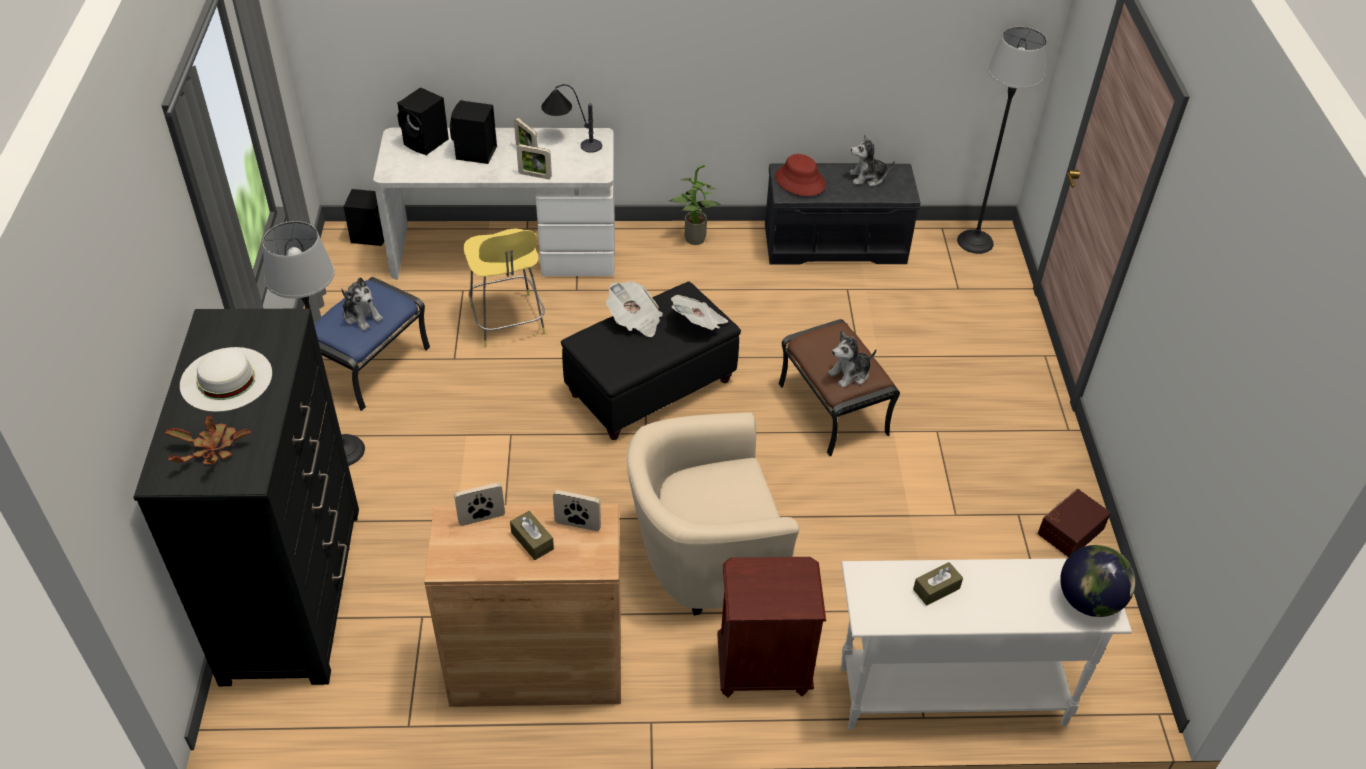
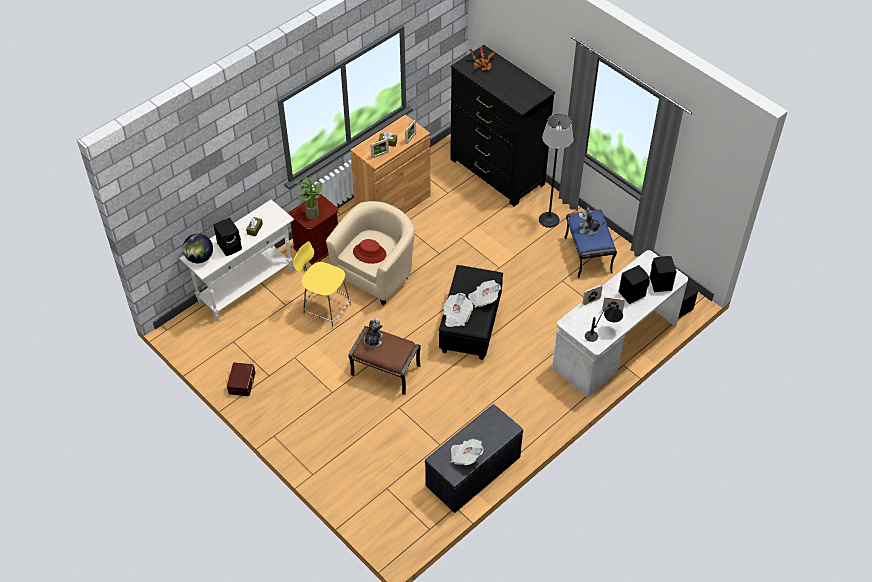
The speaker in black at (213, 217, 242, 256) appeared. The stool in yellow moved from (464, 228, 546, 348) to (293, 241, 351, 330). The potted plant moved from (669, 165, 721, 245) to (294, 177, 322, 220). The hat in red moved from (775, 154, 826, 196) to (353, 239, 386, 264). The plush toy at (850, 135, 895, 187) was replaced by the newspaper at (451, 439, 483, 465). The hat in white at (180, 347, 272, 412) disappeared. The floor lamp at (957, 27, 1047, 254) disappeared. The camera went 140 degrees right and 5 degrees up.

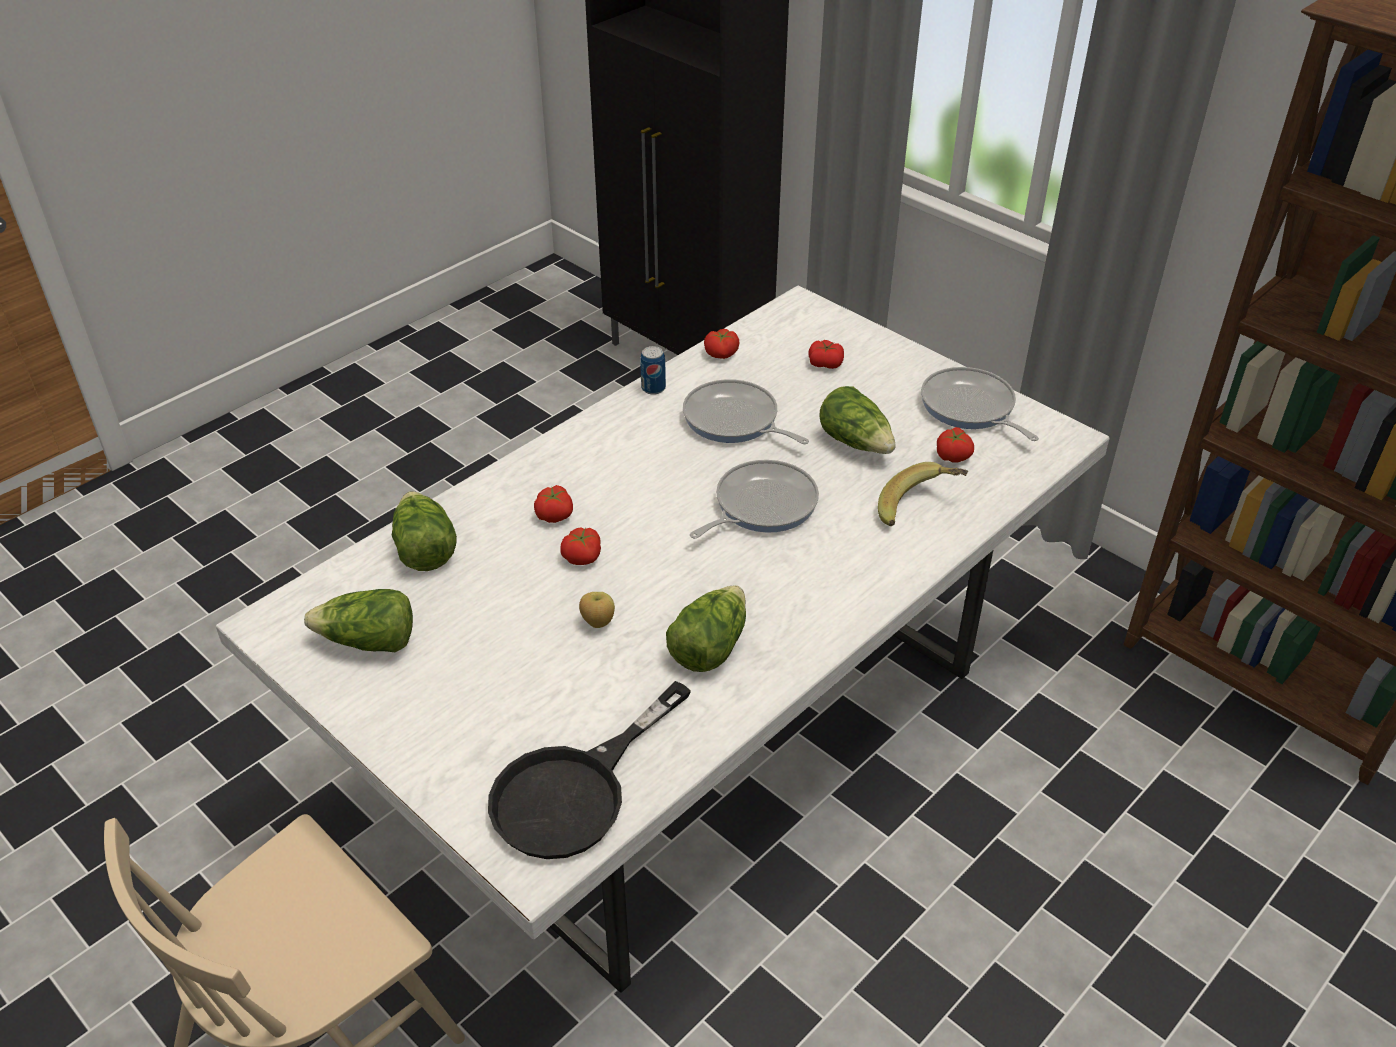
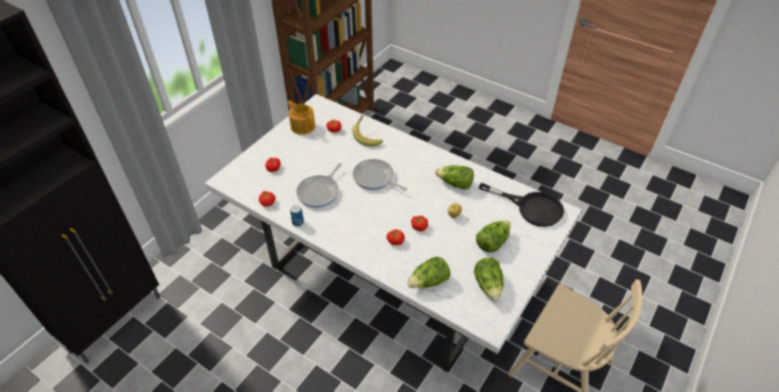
The frying pan at (921, 367, 1039, 441) was replaced by the teapot at (287, 101, 315, 134). The lettuce moved from (819, 386, 896, 454) to (476, 220, 511, 252). The camera went 100 degrees left and 5 degrees up.

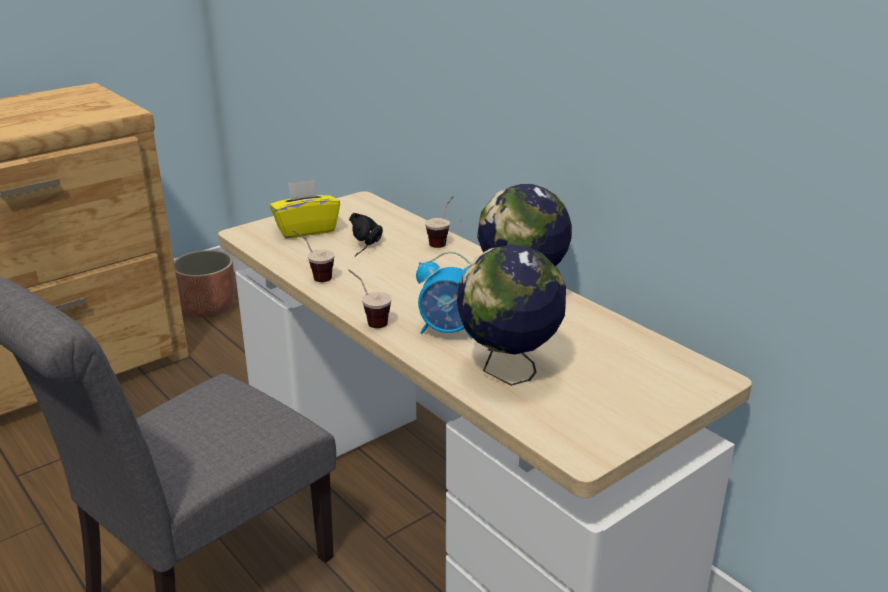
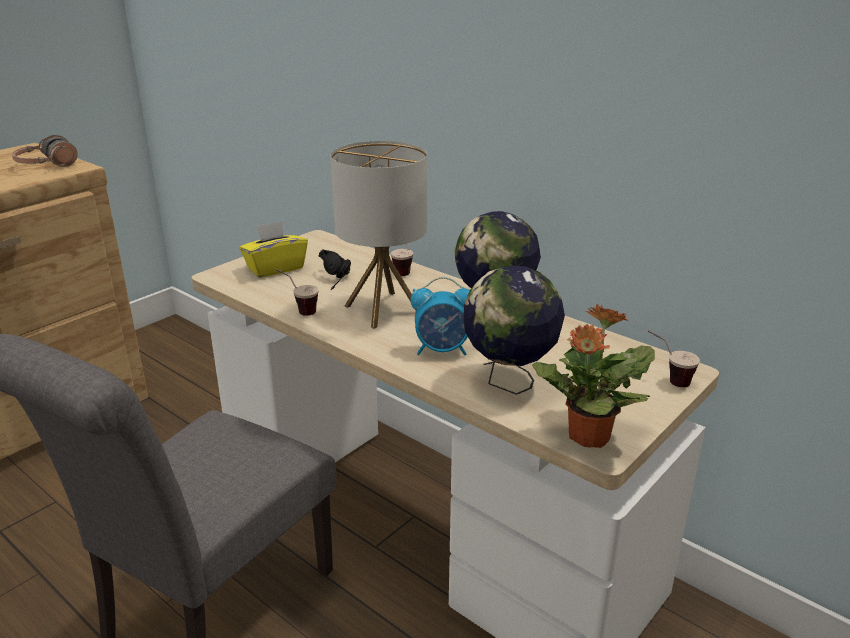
The headphones at (12, 135, 78, 167) appeared. The table lamp at (331, 141, 427, 329) appeared. The potted plant at (532, 304, 655, 448) appeared. The cup moved from (348, 269, 392, 328) to (648, 331, 700, 387). The planter at (174, 250, 235, 318) disappeared. The camera went 10 degrees left and 0 degrees up.

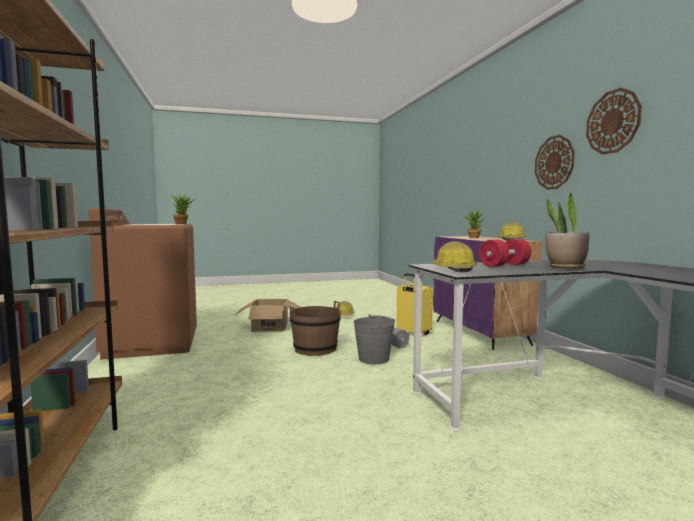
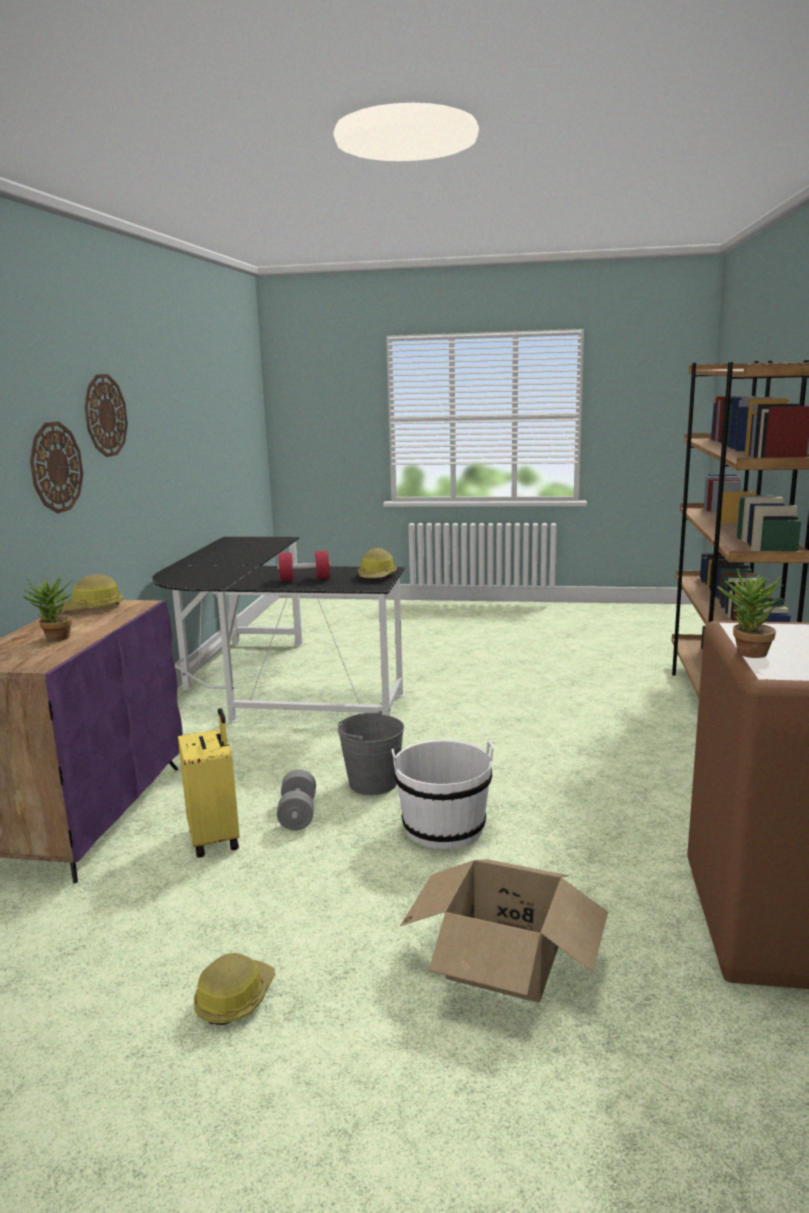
The bucket in brown at (289, 301, 341, 356) became the bucket in white at (392, 740, 494, 849). The potted plant at (545, 193, 590, 269) disappeared. The camera went 155 degrees left and 10 degrees up.

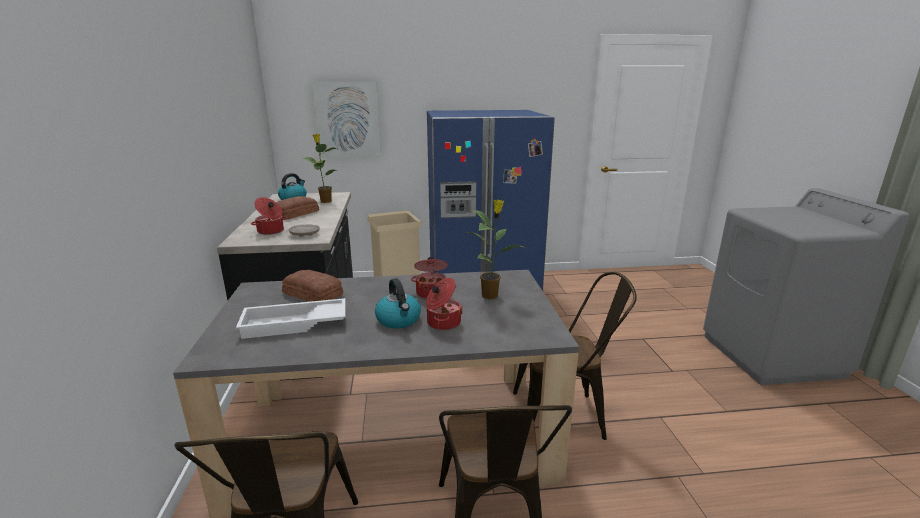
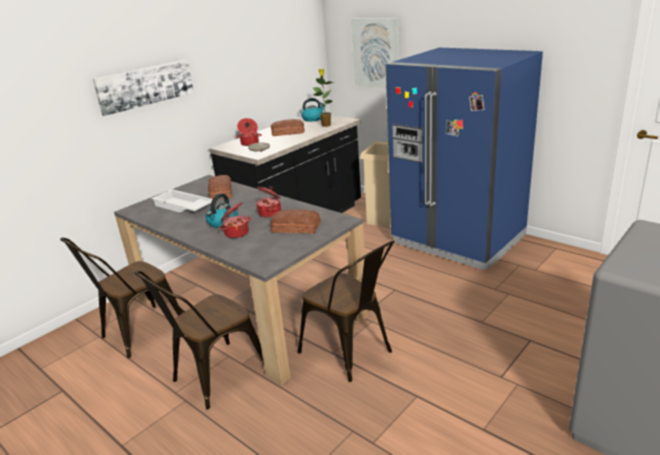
The picture at (93, 60, 194, 116) appeared. The potted plant at (468, 199, 523, 299) was replaced by the bread at (271, 209, 321, 234). The camera went 50 degrees right and 5 degrees up.

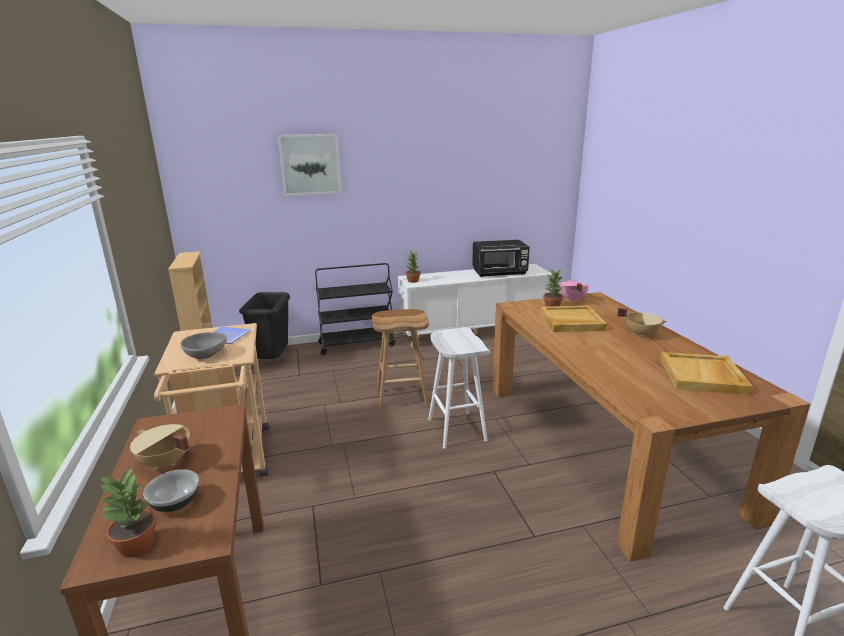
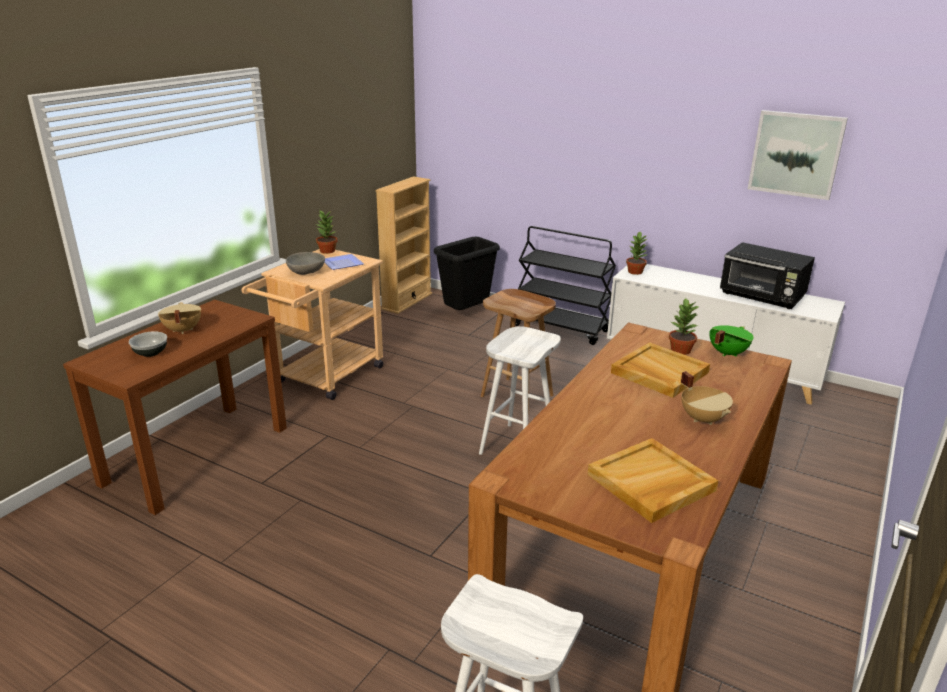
The potted plant moved from (99, 468, 157, 558) to (316, 211, 337, 254). The cooking pot in pink at (559, 280, 589, 302) became the cooking pot in green at (710, 325, 754, 357). The picture moved from (278, 134, 342, 196) to (748, 110, 848, 200). The camera went 45 degrees right and 5 degrees up.

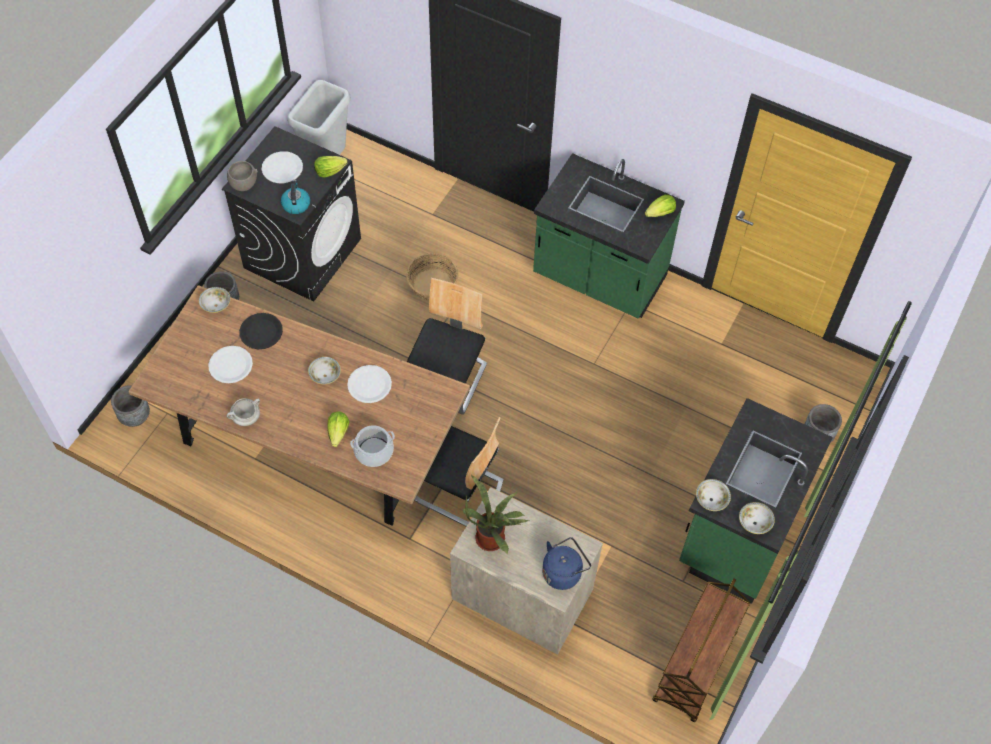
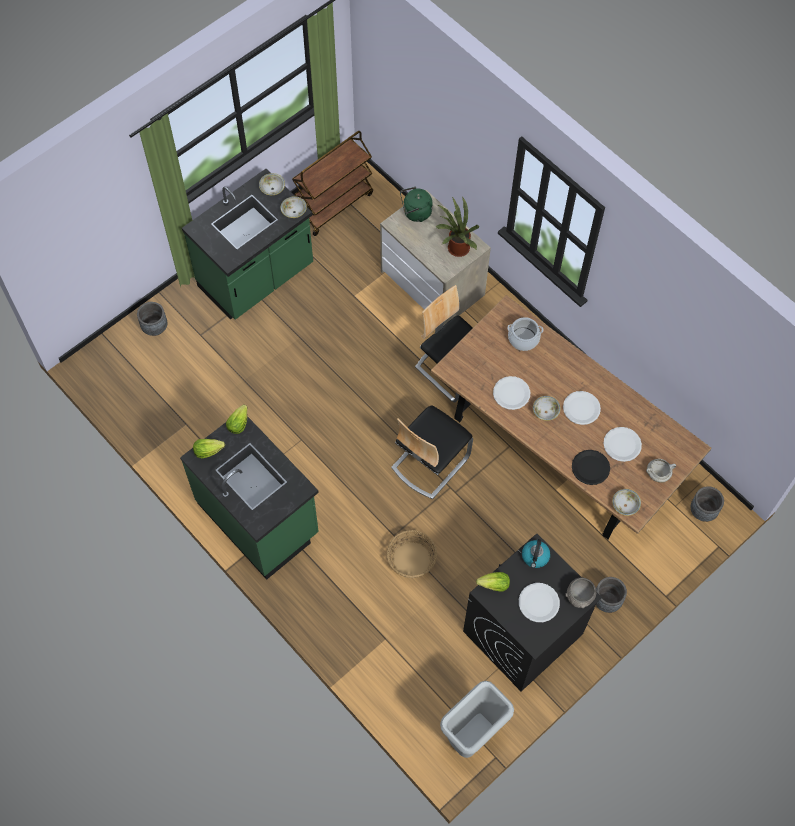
The lettuce moved from (327, 411, 350, 447) to (226, 405, 248, 434). The kettle in blue at (542, 537, 591, 590) became the kettle in green at (400, 187, 433, 222). The plate in white at (563, 391, 601, 425) appeared. The cooking pot in white moved from (227, 398, 260, 426) to (646, 459, 676, 483). The camera went 160 degrees left and 5 degrees up.

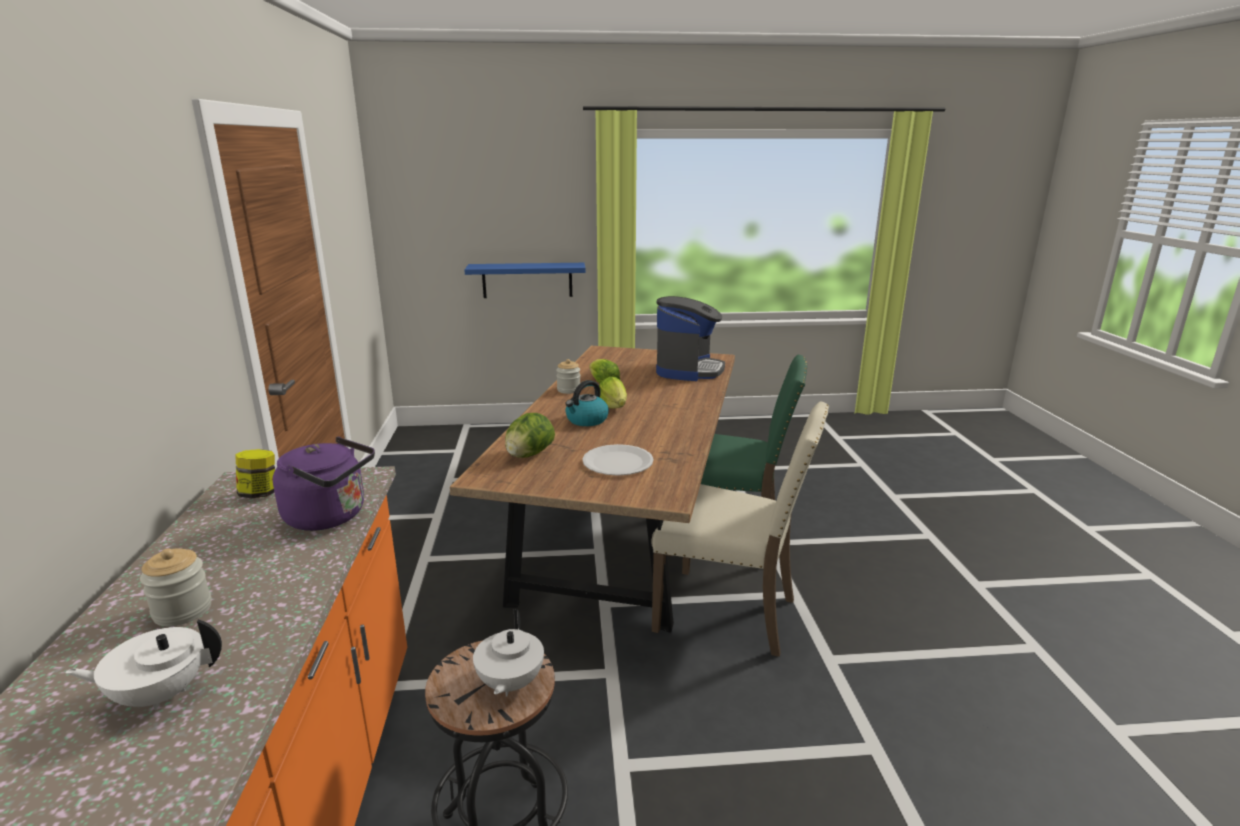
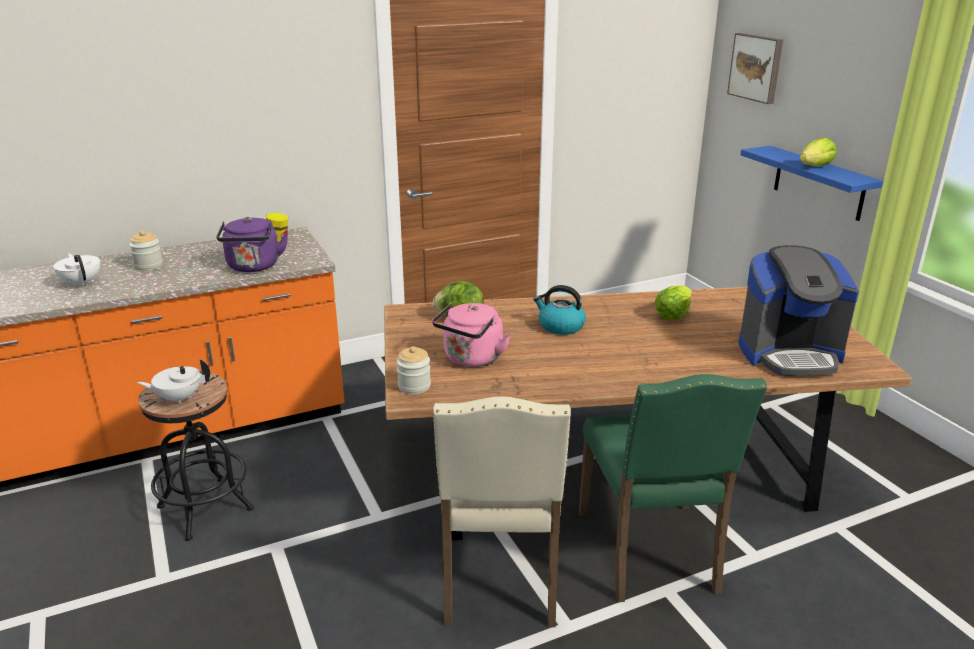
The jar moved from (556, 359, 581, 394) to (396, 346, 431, 394). The plate in white at (582, 444, 654, 476) was replaced by the kettle in pink at (432, 303, 511, 367). The picture at (727, 33, 783, 104) appeared. The lettuce moved from (599, 377, 627, 409) to (800, 137, 837, 166). The camera went 70 degrees right and 5 degrees up.

